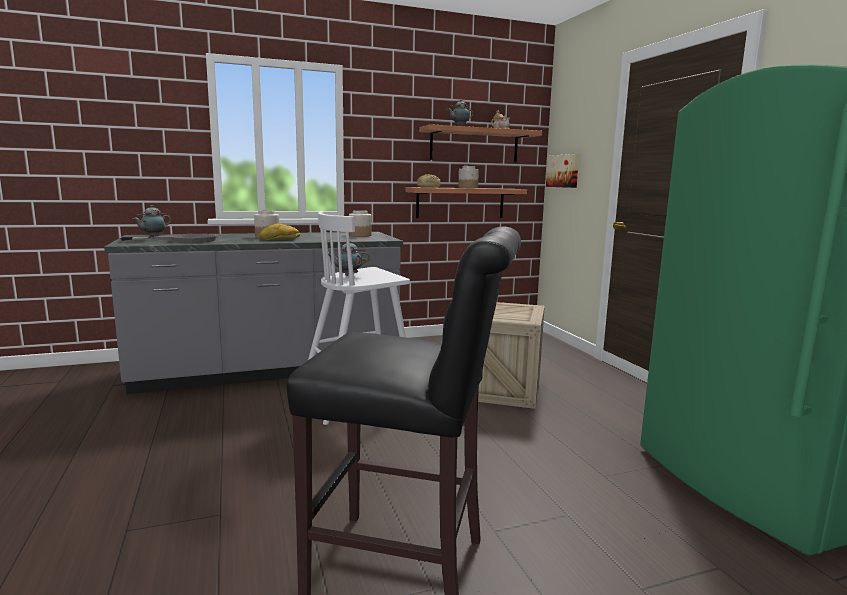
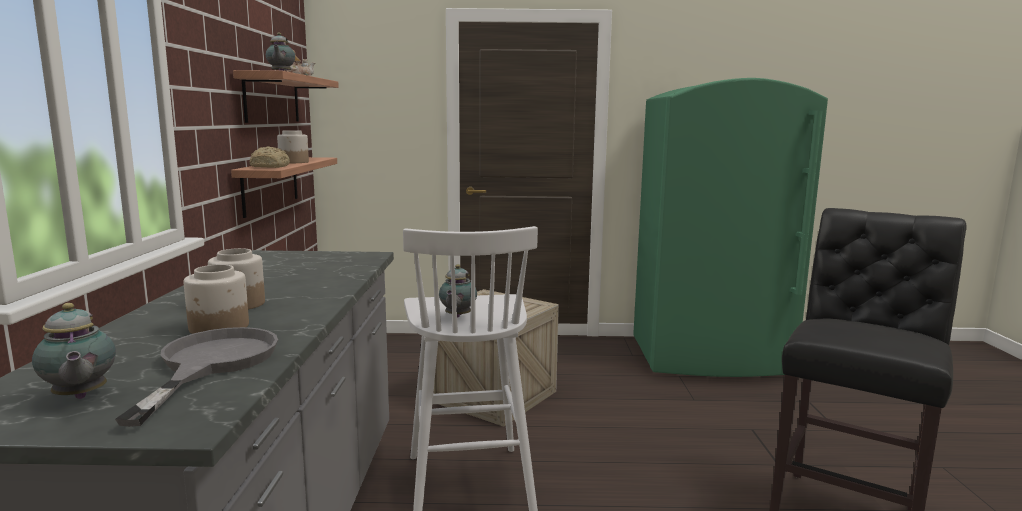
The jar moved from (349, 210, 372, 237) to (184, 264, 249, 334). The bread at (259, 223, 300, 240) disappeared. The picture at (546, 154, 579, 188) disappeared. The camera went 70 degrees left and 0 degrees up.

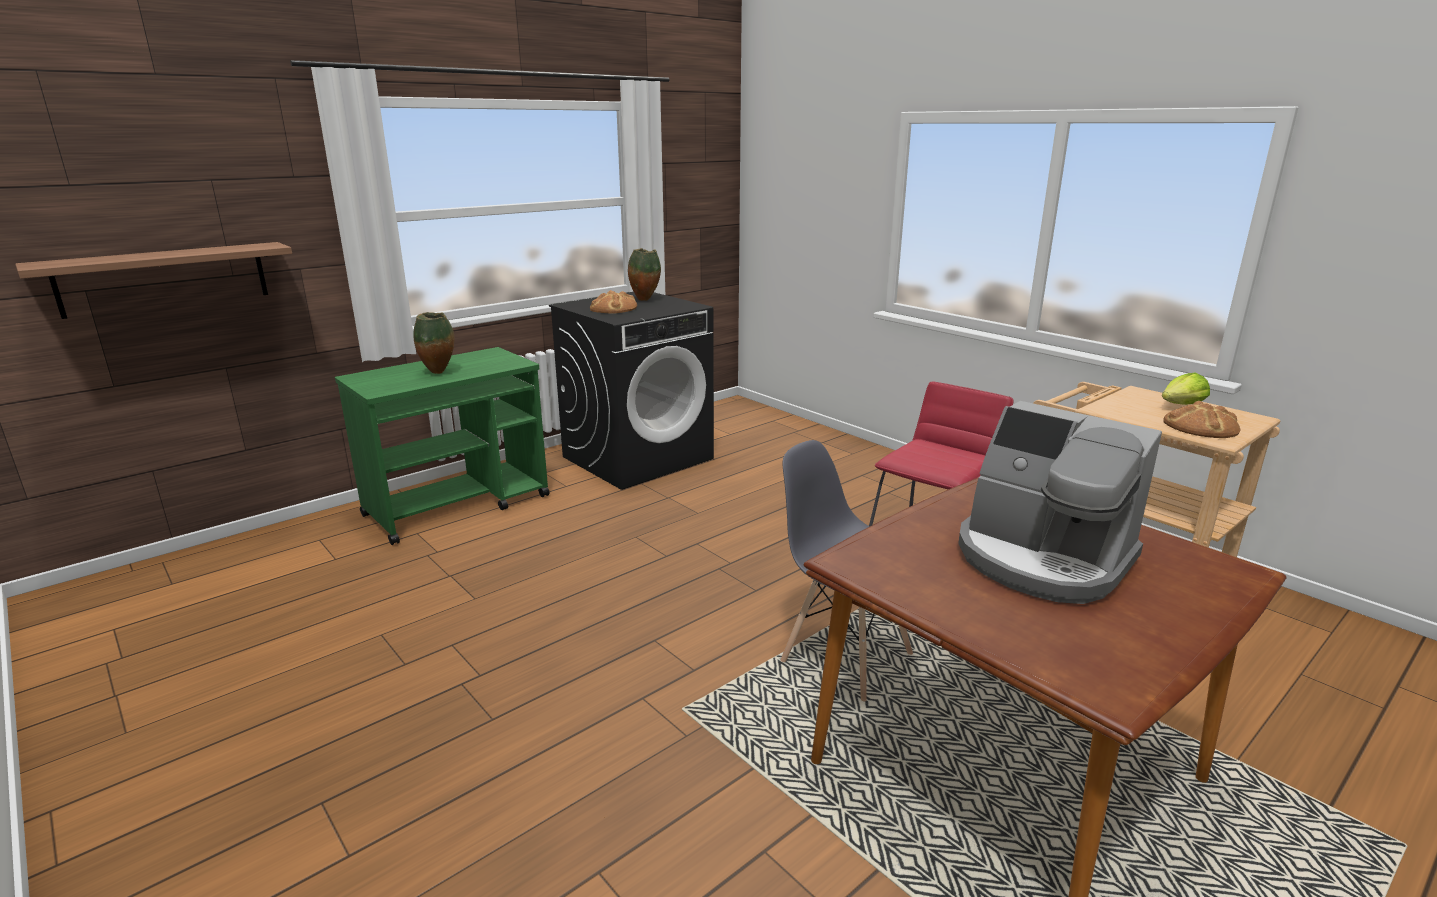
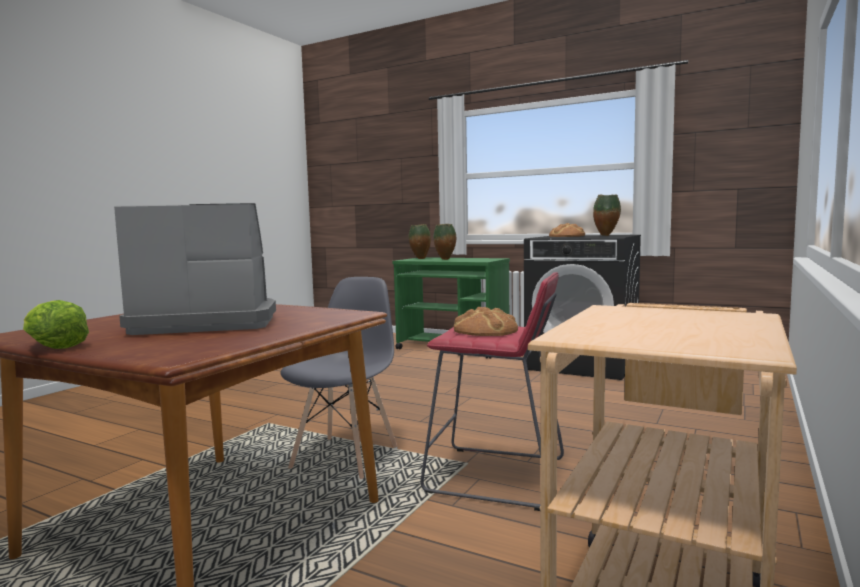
The lettuce moved from (1162, 373, 1210, 405) to (23, 300, 89, 349). The coffee machine at (958, 401, 1162, 604) turned 60 degrees clockwise. The vase at (408, 224, 431, 259) appeared. The bread moved from (1163, 401, 1240, 438) to (454, 306, 518, 336). The shelf at (15, 242, 292, 319) disappeared. The camera went 70 degrees right and 15 degrees down.

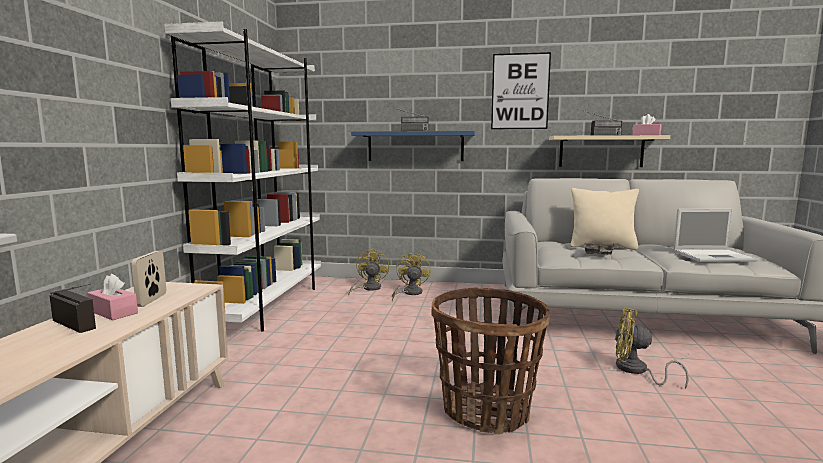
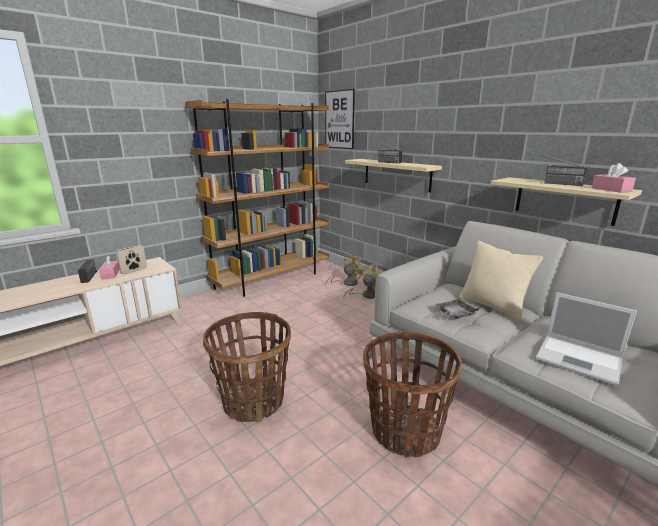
The bookcase in white at (164, 21, 321, 332) became the bookcase in brown at (185, 99, 329, 297). The picture moved from (491, 52, 551, 129) to (325, 89, 355, 149). The shelf in blue at (351, 131, 475, 161) became the shelf in beige at (345, 159, 442, 192). The fan in yellow at (615, 308, 689, 389) was replaced by the basket at (363, 332, 462, 458). The camera went 40 degrees right and 10 degrees up.

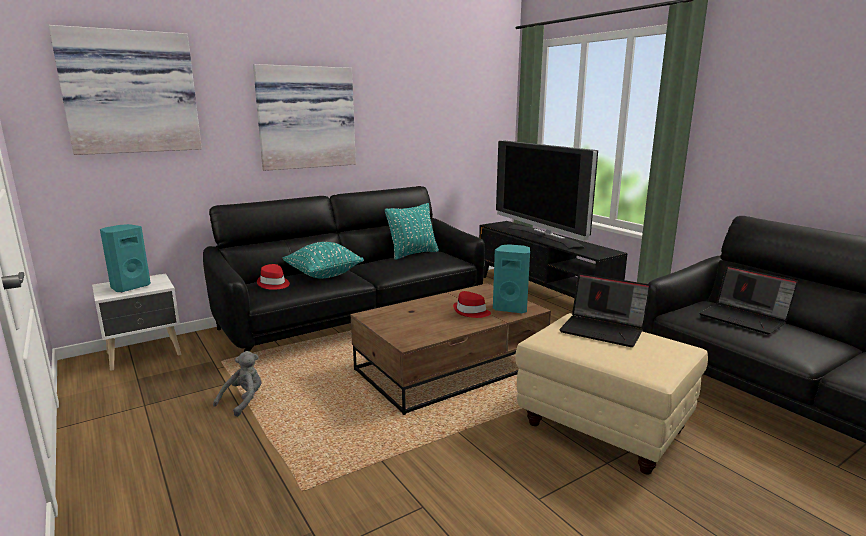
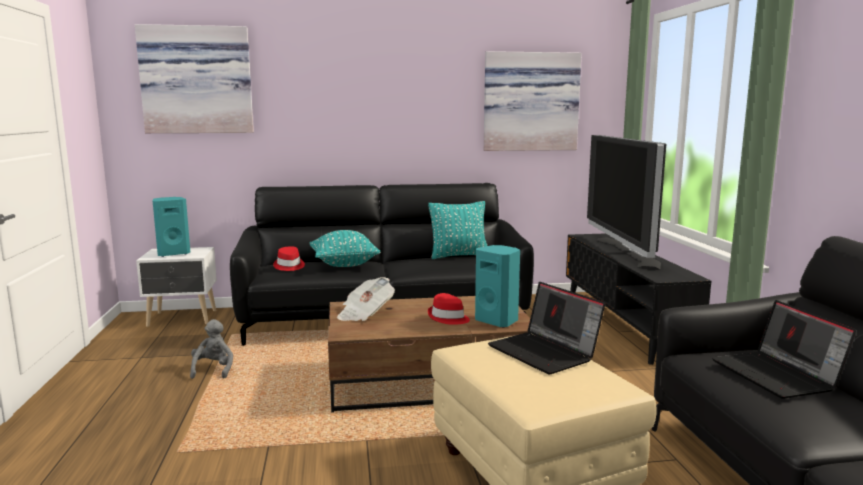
The plush toy in grey at (213, 351, 262, 417) turned 60 degrees counterclockwise. The newspaper at (337, 277, 395, 321) appeared. The picture moved from (253, 64, 356, 171) to (484, 51, 582, 151). The camera went 25 degrees right and 5 degrees down.

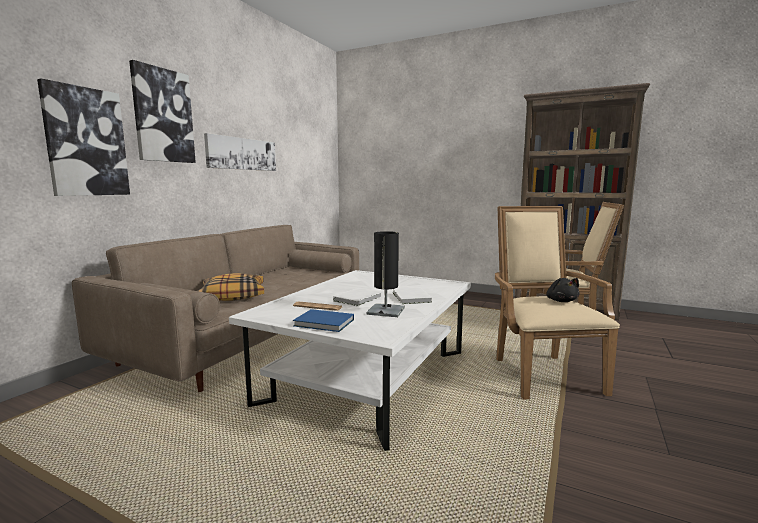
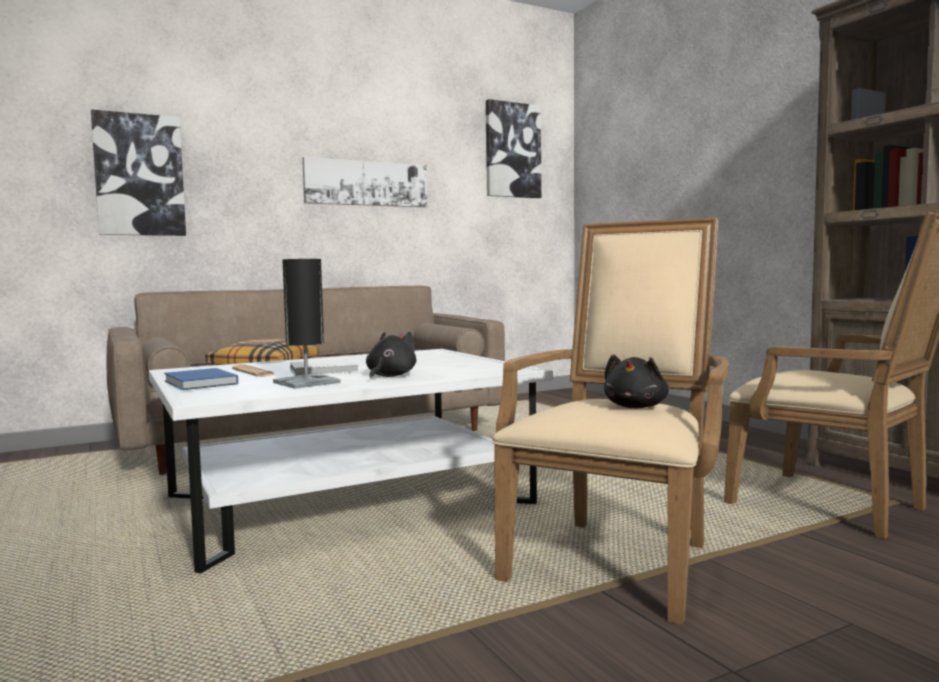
The book in white at (393, 287, 432, 304) was replaced by the plush toy in black at (366, 332, 416, 378). The picture moved from (129, 60, 196, 163) to (486, 99, 541, 198). The camera went 35 degrees right and 5 degrees down.

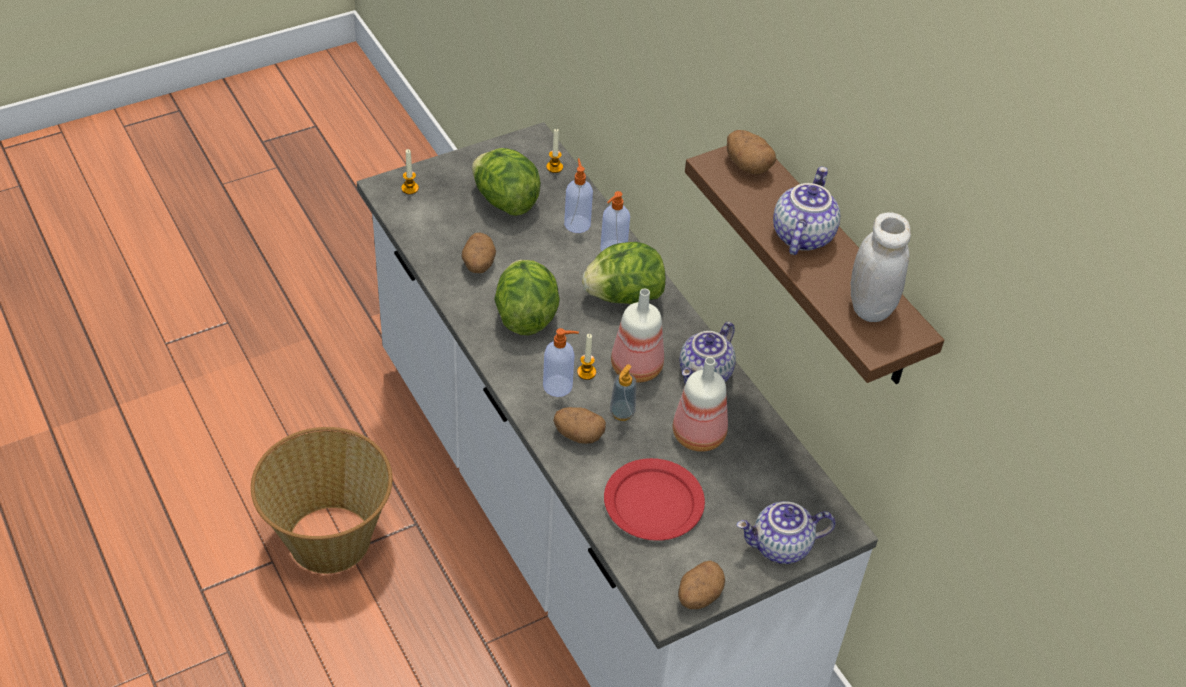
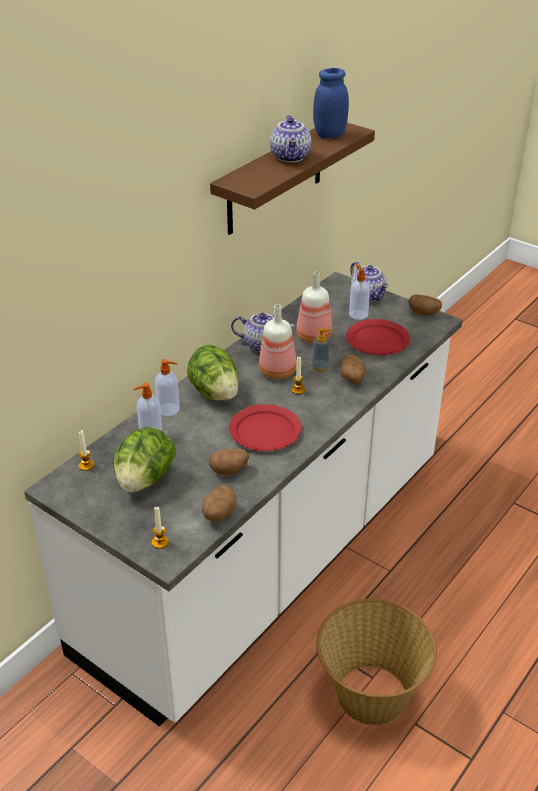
The potato moved from (727, 130, 776, 175) to (202, 485, 236, 522). The lettuce at (494, 260, 560, 335) was replaced by the plate in red at (229, 404, 302, 451). The teapot at (773, 167, 840, 255) turned 90 degrees counterclockwise. The jar in white at (851, 212, 911, 322) became the jar in blue at (313, 68, 349, 138). The soap dispenser moved from (543, 328, 579, 397) to (349, 264, 370, 320). The camera went 110 degrees left and 10 degrees down.

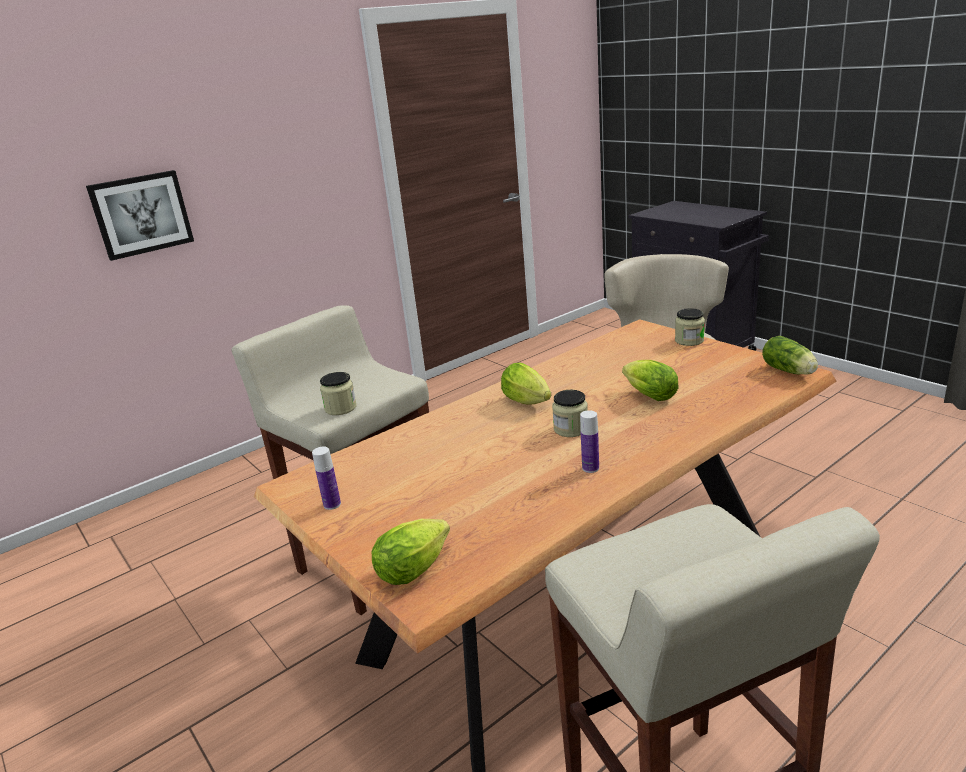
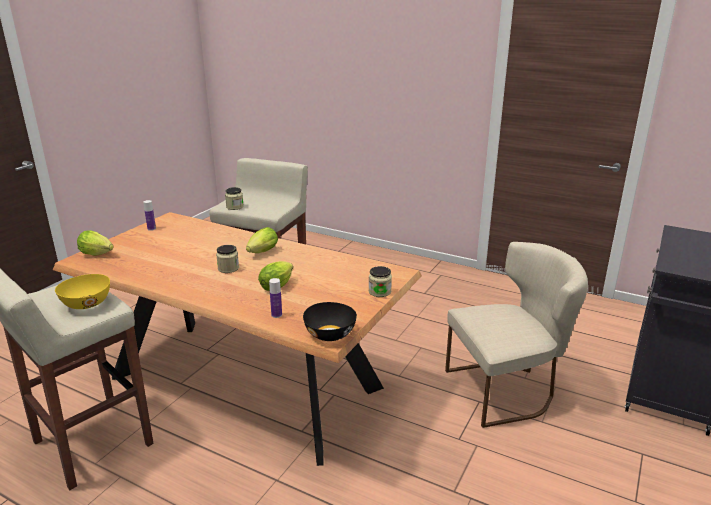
The bowl in yellow at (55, 274, 110, 309) appeared. The bottle moved from (580, 410, 599, 473) to (269, 278, 282, 318). The lettuce at (762, 336, 818, 375) was replaced by the bowl in black at (303, 302, 357, 341). The picture at (86, 170, 194, 261) disappeared. The camera went 65 degrees right and 0 degrees up.

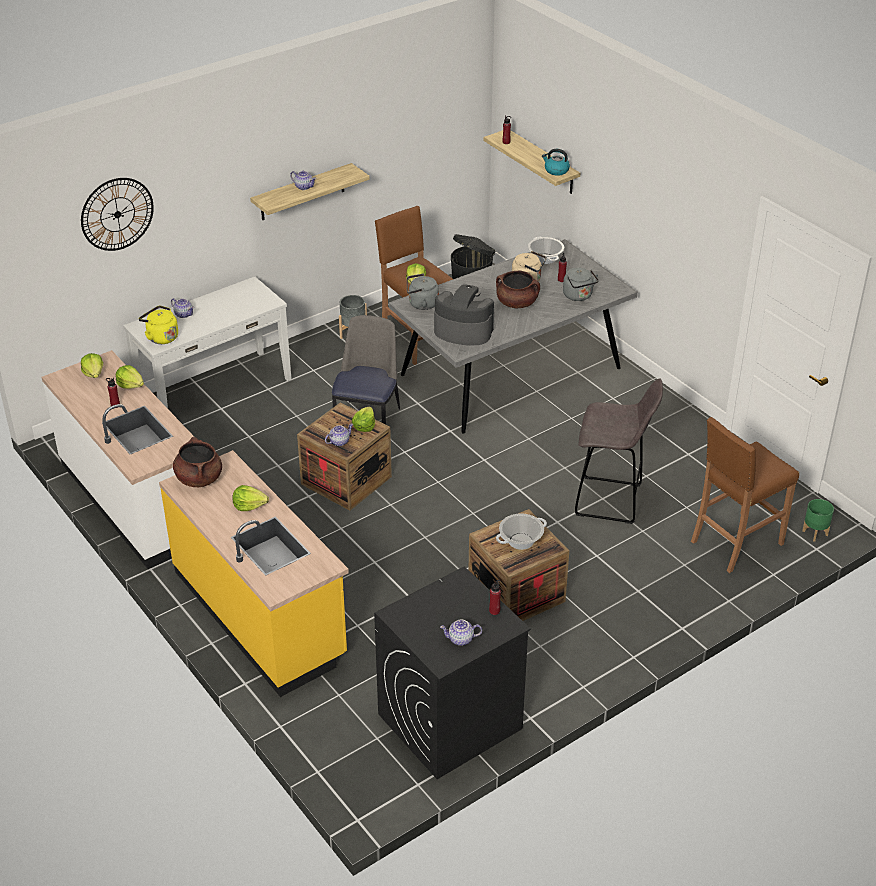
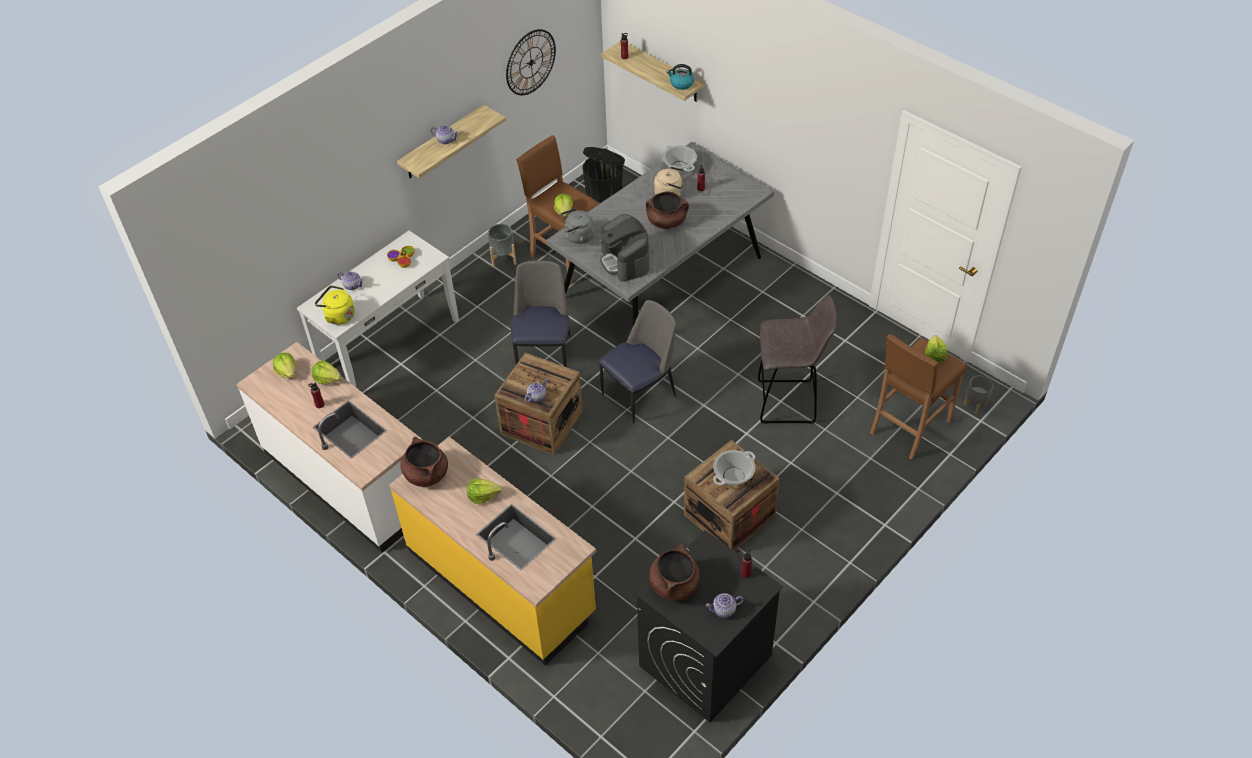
The bowl at (387, 246, 415, 268) appeared. The wall clock moved from (81, 178, 154, 251) to (506, 29, 556, 95). The chair at (599, 300, 676, 423) appeared. The coffee machine at (434, 284, 495, 345) turned 120 degrees counterclockwise. The cooking pot in brown at (649, 544, 700, 601) appeared. The lettuce moved from (352, 407, 375, 432) to (925, 335, 947, 363). The planter in green at (802, 499, 834, 542) became the planter in grey at (964, 376, 993, 413). The kettle in grey at (563, 268, 599, 301) disappeared. The camera went 10 degrees left and 10 degrees up.

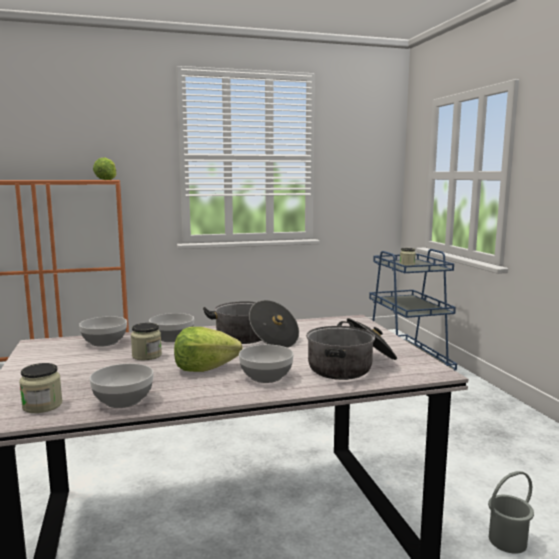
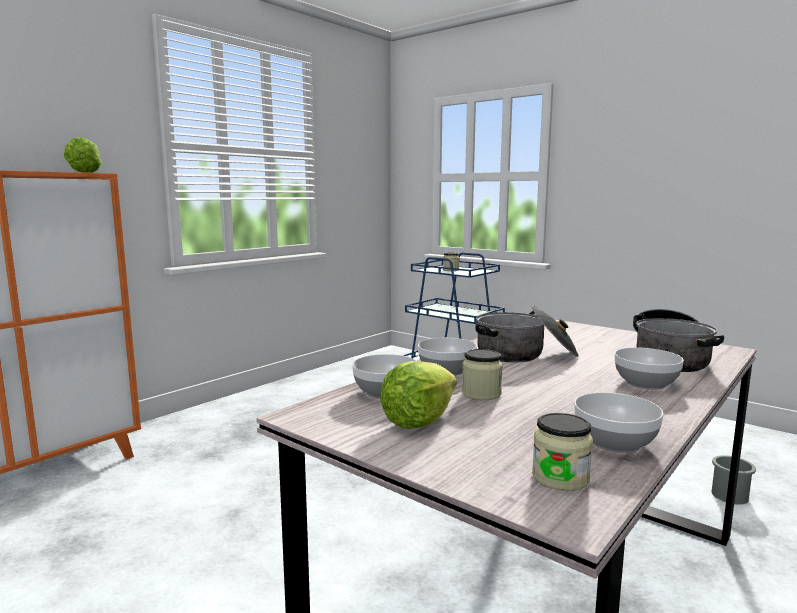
The lettuce moved from (174, 327, 243, 372) to (380, 361, 457, 429). The camera went 35 degrees left and 0 degrees up.

